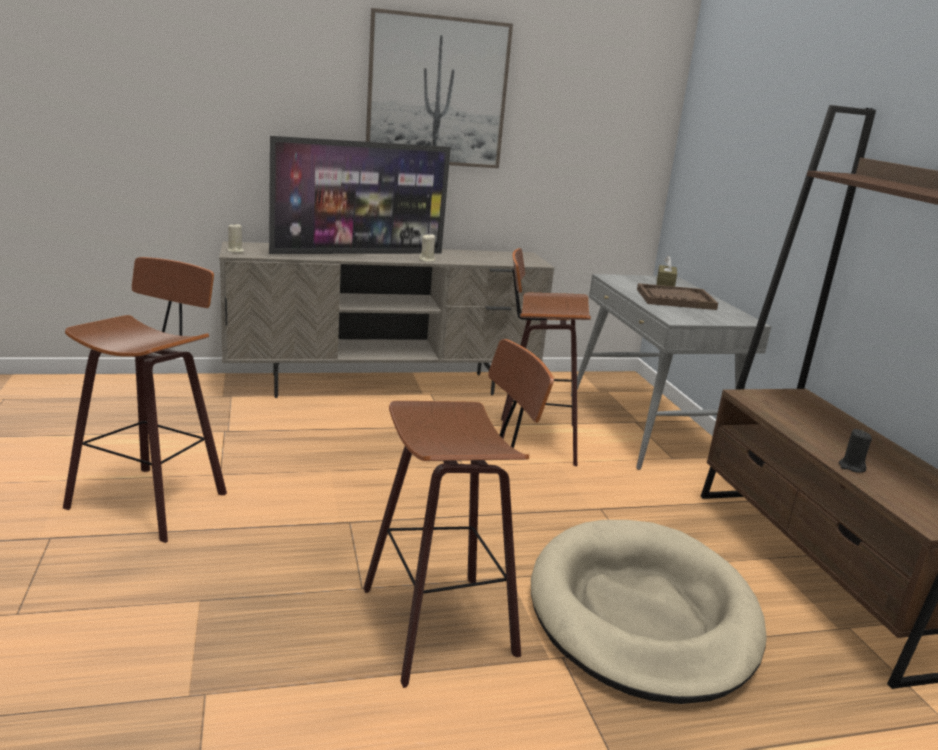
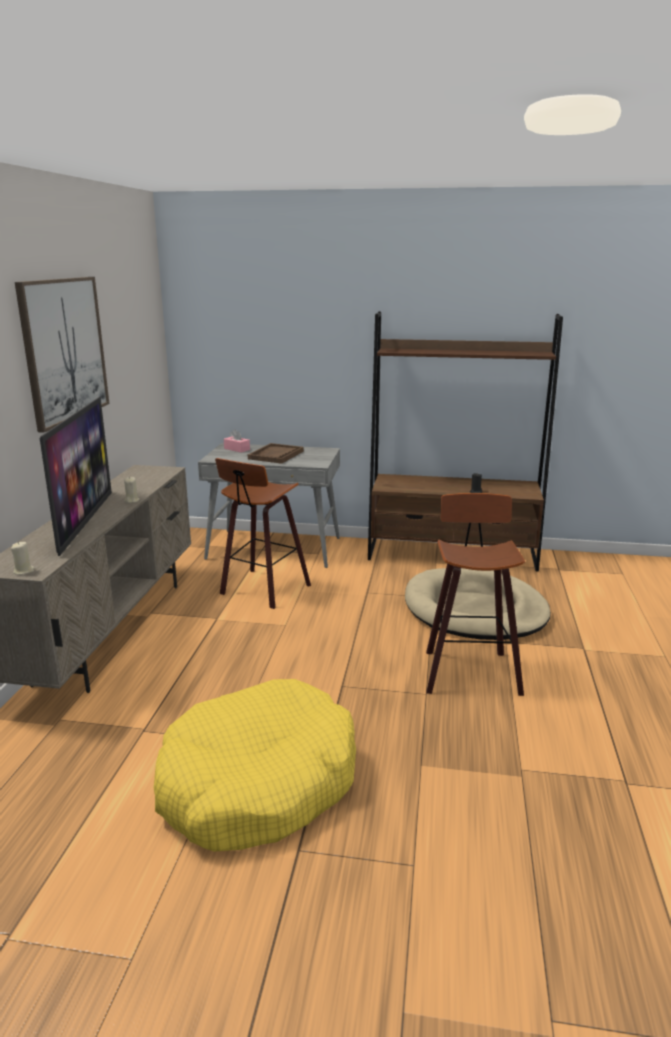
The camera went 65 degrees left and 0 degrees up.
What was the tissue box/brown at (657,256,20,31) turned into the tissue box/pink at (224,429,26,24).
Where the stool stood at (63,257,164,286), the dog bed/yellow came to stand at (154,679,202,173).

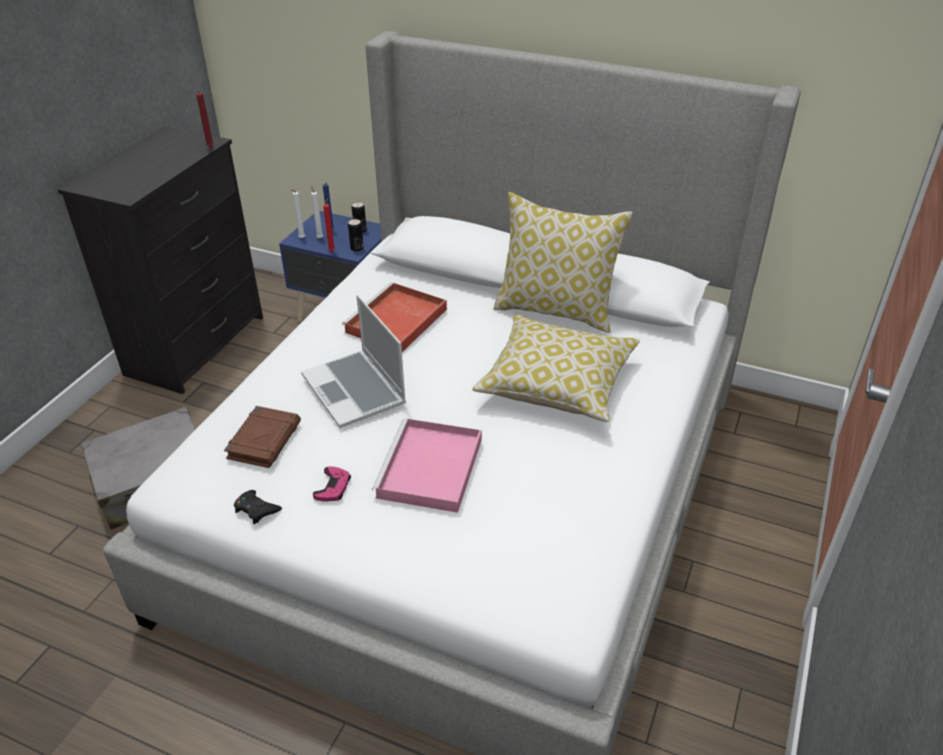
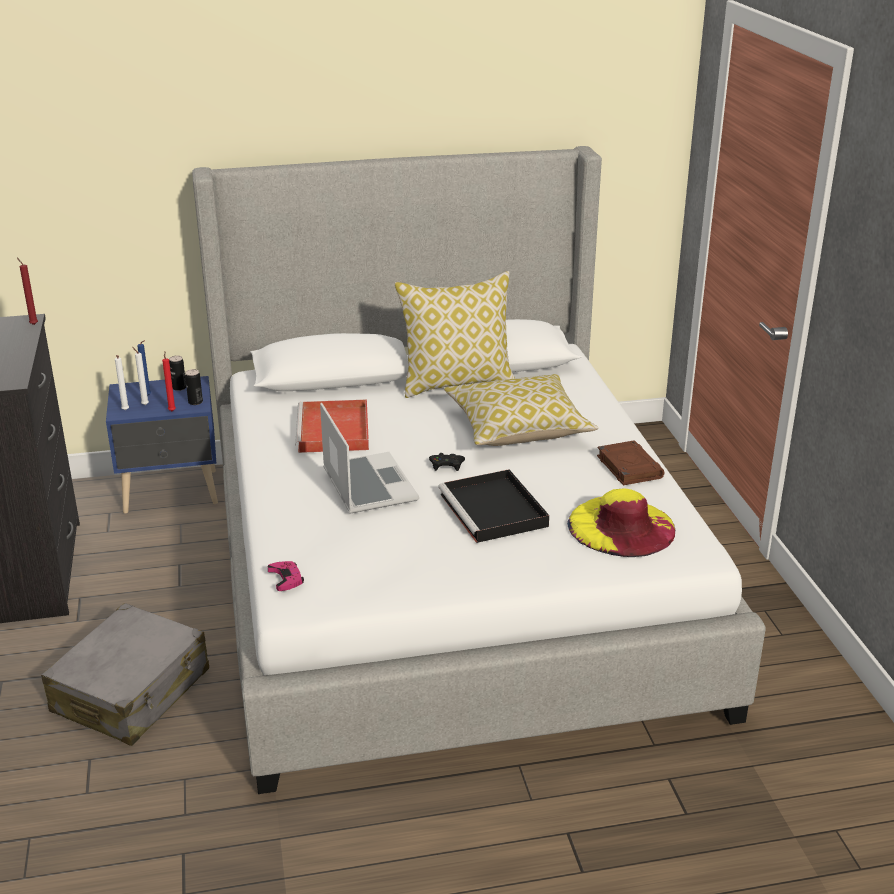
The camera went 35 degrees left and 10 degrees down.
The laptop at (301,295,105,133) ended up facing another way, 135 degrees counterclockwise from before.
The book/brown ended up elsewhere, having gone from (224,406,77,62) to (597,440,67,45).
What was the tray/pink at (372,419,110,94) turned into the tray/black at (438,469,111,74).
The game controller/pink ended up elsewhere, having gone from (313,466,38,36) to (268,561,36,30).
The game controller/black ended up elsewhere, having gone from (234,490,48,34) to (429,453,36,18).
The second view gained the hat/yellow at (567,488,109,69).

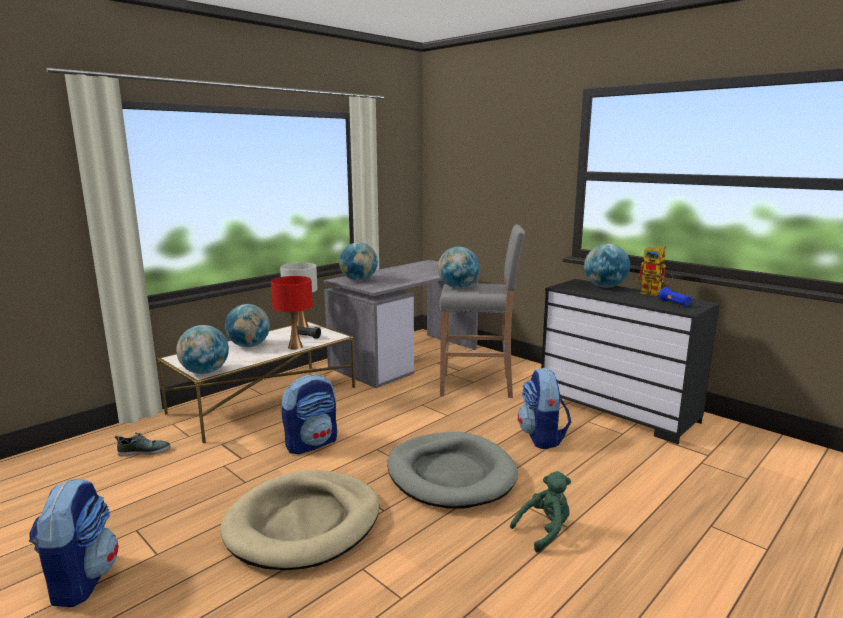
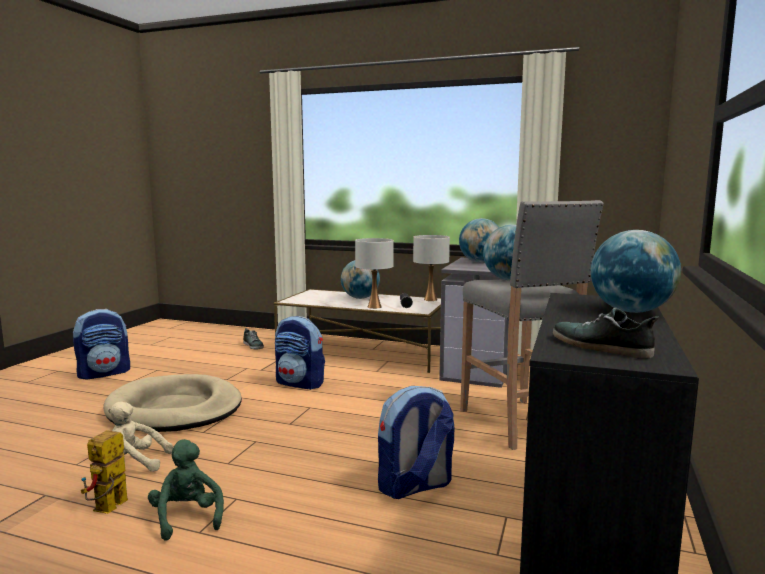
The camera went 65 degrees right and 5 degrees down.
The toy robot ended up elsewhere, having gone from (636,246,37,50) to (81,430,47,84).
What was the table lamp/red at (271,276,42,74) turned into the table lamp/white at (355,238,39,71).
Where the flashlight/blue stood at (658,287,34,19), the shoe came to stand at (553,308,106,51).
The second view lost the globe at (176,325,53,49).
The second view lost the dog bed/grey at (387,432,131,77).
The plush toy/green at (510,471,61,81) ended up facing another way, 150 degrees counterclockwise from before.
The second view gained the plush toy/beige at (108,402,65,70).

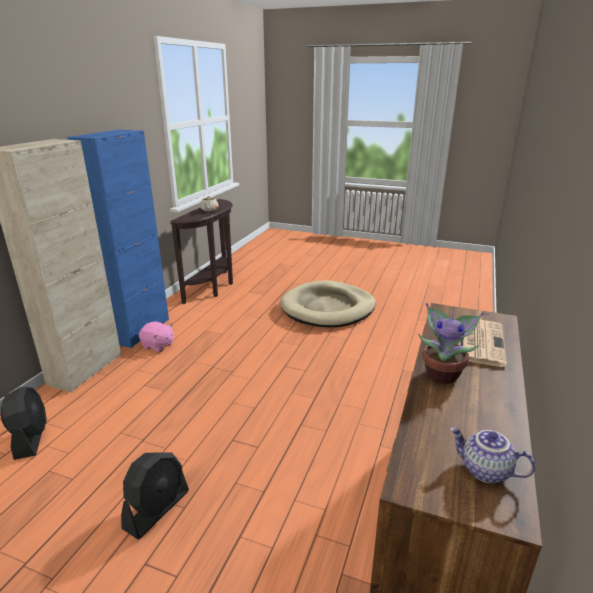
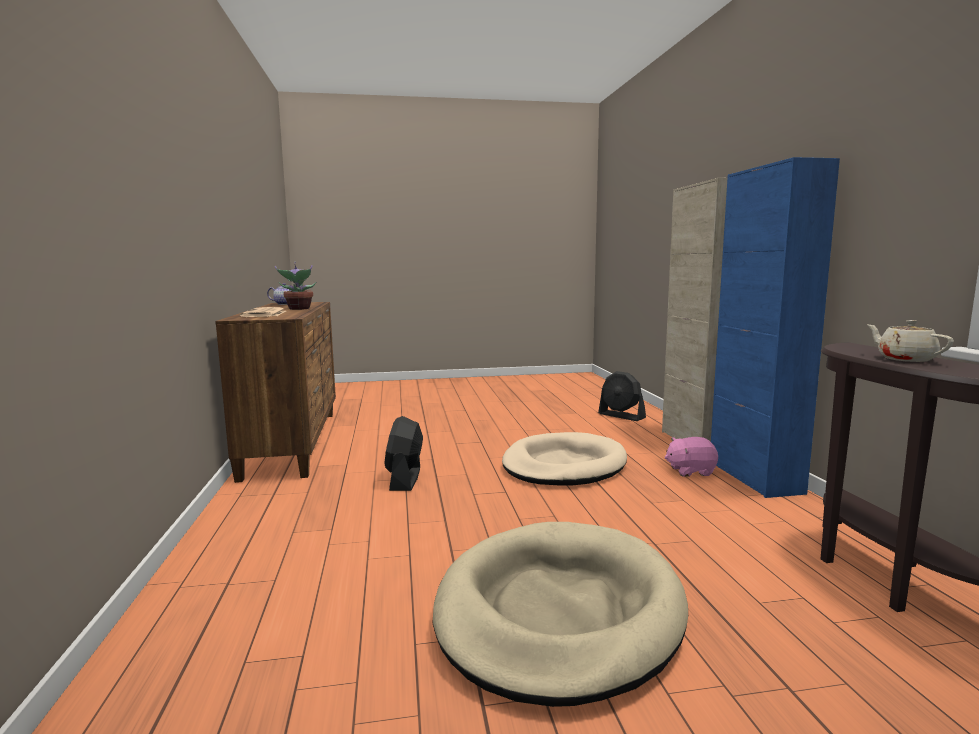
The camera went 150 degrees right and 15 degrees down.
The fan/black ended up elsewhere, having gone from (121,452,68,87) to (384,416,39,75).
The second view gained the dog bed/beige at (502,432,125,53).

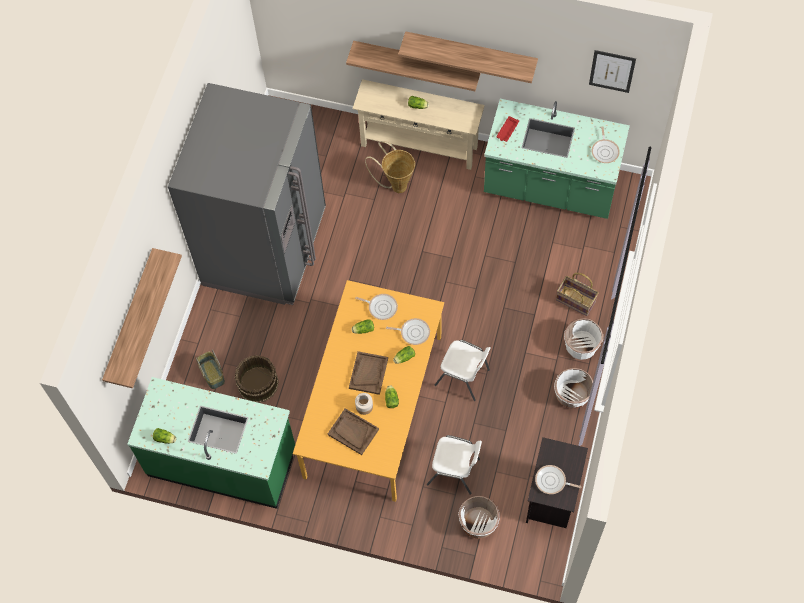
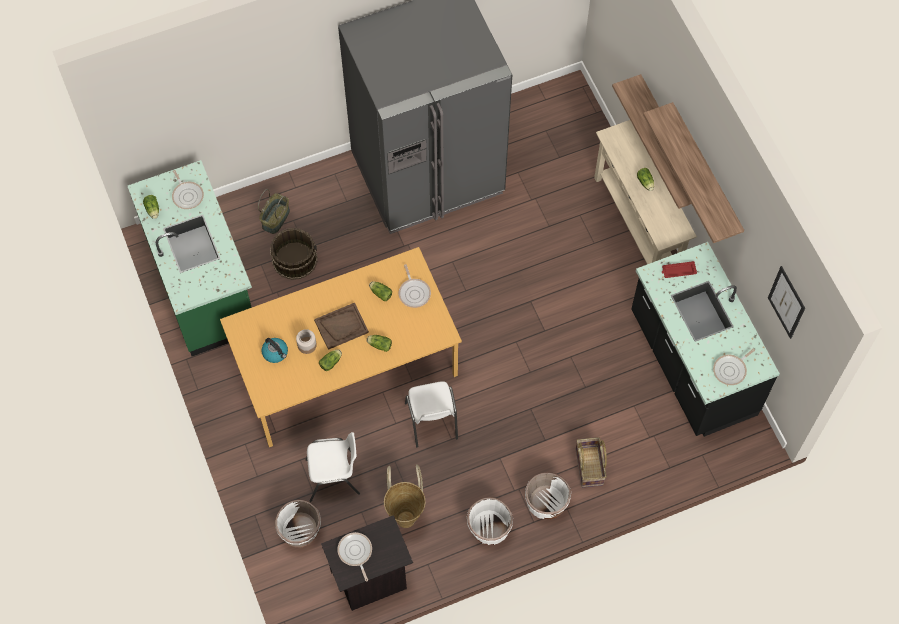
The camera went 50 degrees right and 0 degrees up.
What was the counter/green at (484,99,146,120) turned into the counter/black at (631,242,149,195).
The basket ended up elsewhere, having gone from (365,141,50,52) to (384,464,42,64).
The second view lost the shelf at (102,248,80,141).
The frying pan ended up elsewhere, having gone from (386,318,44,27) to (172,170,32,39).
Where the tray/brown stood at (328,408,51,47), the kettle came to stand at (261,338,27,25).
The chair/white at (427,435,55,60) ended up facing another way, 75 degrees counterclockwise from before.

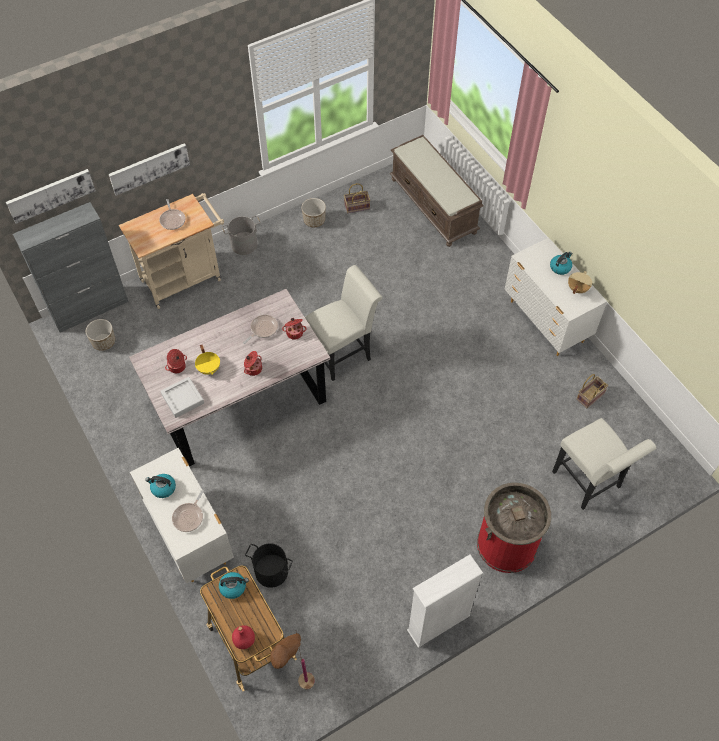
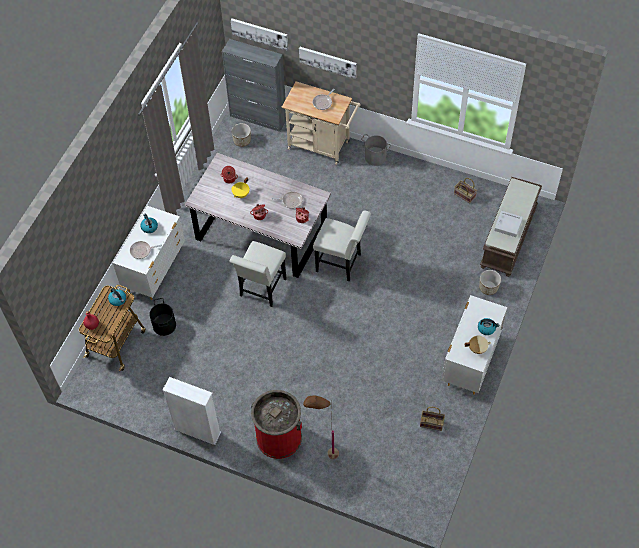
The camera went 55 degrees right and 0 degrees up.
The planter ended up elsewhere, having gone from (301,198,25,29) to (479,270,22,25).
The tray/grey ended up elsewhere, having gone from (161,377,43,41) to (494,211,29,26).
The chair/white ended up elsewhere, having gone from (552,418,104,92) to (229,241,58,66).
The floor lamp/brown ended up elsewhere, having gone from (270,632,45,58) to (303,395,36,64).

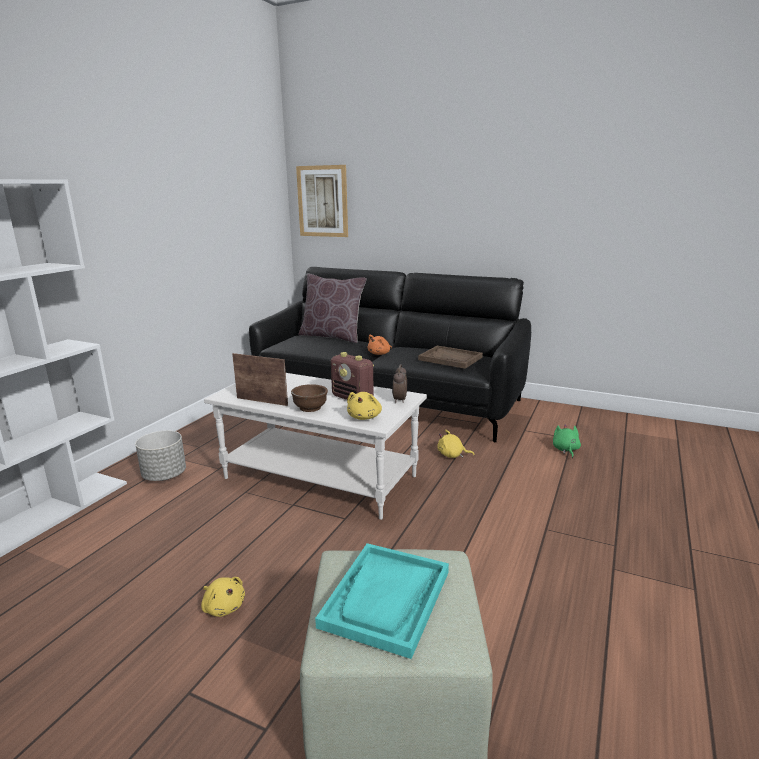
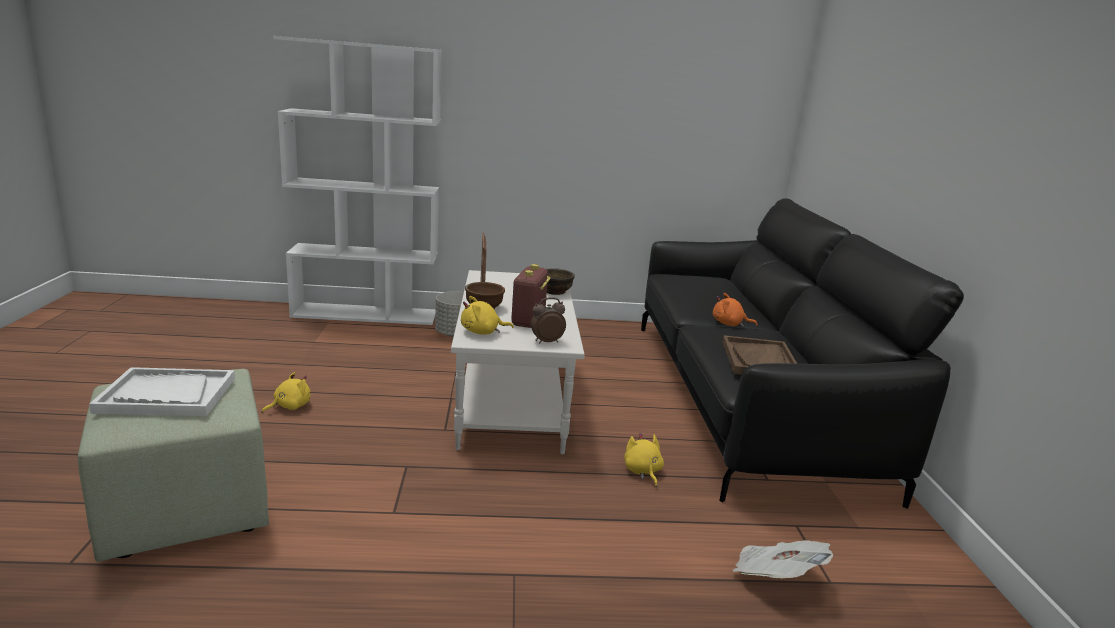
The camera went 60 degrees right and 0 degrees up.
The second view lost the picture at (296,165,52,72).
The second view lost the pillow/brown at (298,274,69,69).
Where the plush toy/green stood at (553,424,28,34), the newspaper came to stand at (733,540,100,38).
What was the tray/turquoise at (315,543,134,116) turned into the tray/white at (89,367,146,49).
The plush toy/yellow at (201,577,44,40) ended up facing another way, 150 degrees counterclockwise from before.
The second view gained the bowl/brown at (546,268,29,27).

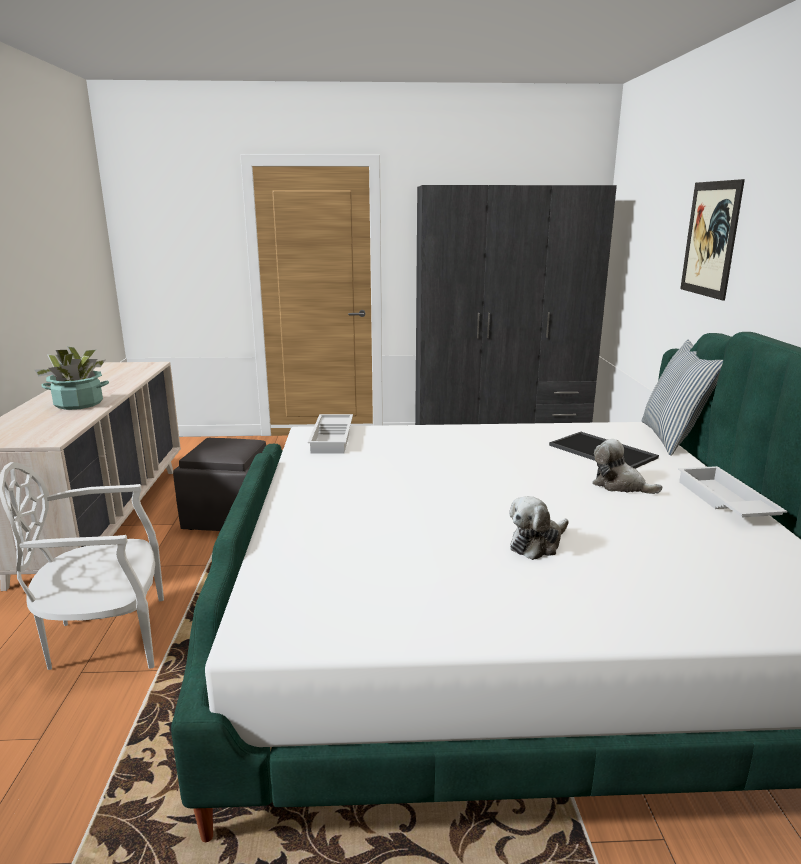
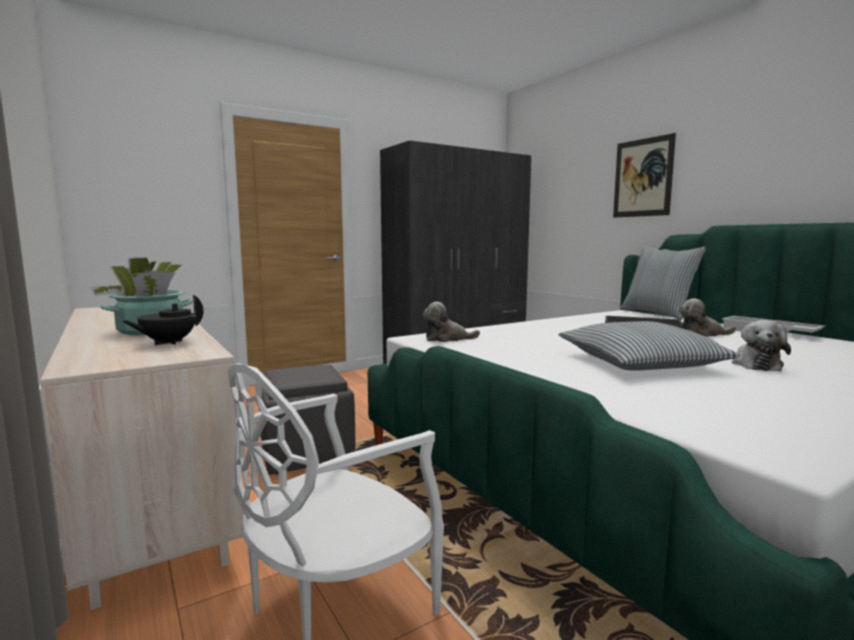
The camera went 30 degrees left and 10 degrees down.
Where the tray/white stood at (308,414,45,40), the plush toy came to stand at (422,302,58,40).
The second view gained the teapot/black at (122,295,82,50).
The second view gained the pillow at (559,321,181,50).

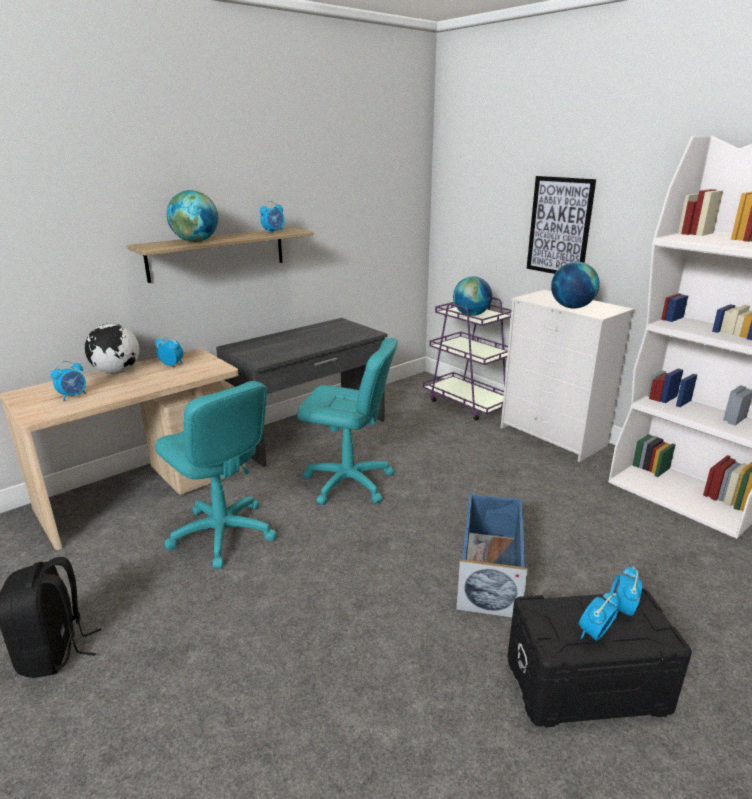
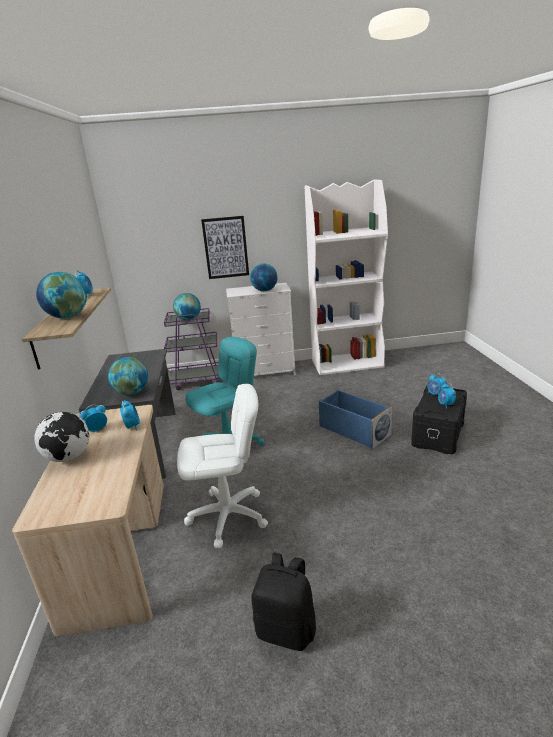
The camera went 55 degrees left and 0 degrees up.
The alarm clock ended up elsewhere, having gone from (51,361,36,40) to (120,400,20,31).
What was the office chair/turquoise at (155,381,122,188) turned into the office chair/white at (177,384,91,164).
The second view gained the globe at (108,357,40,38).

